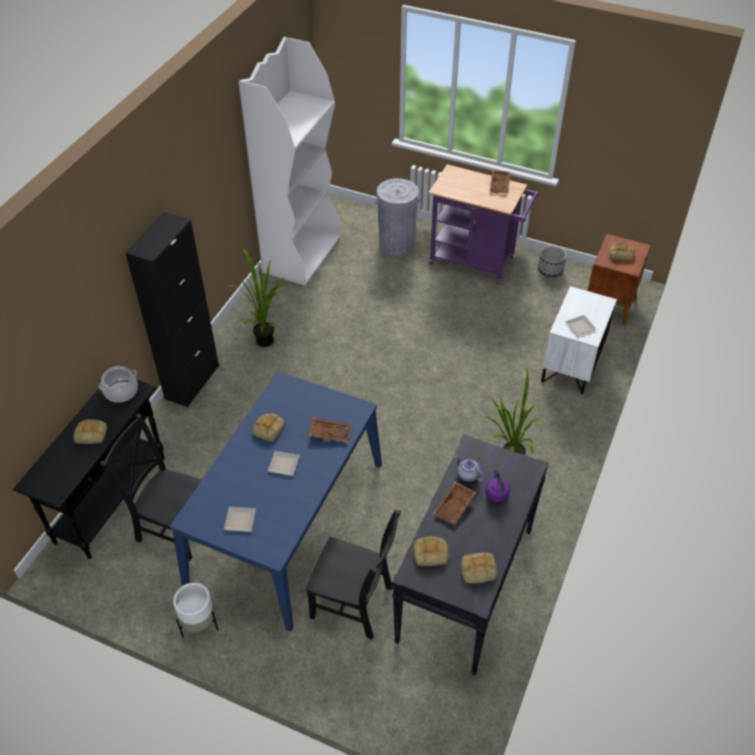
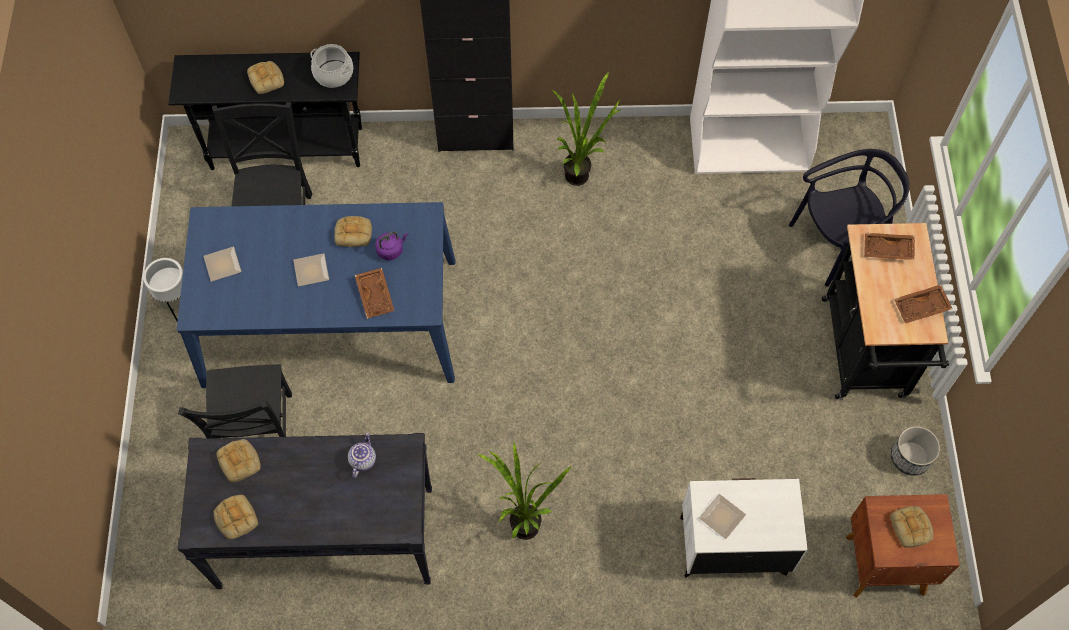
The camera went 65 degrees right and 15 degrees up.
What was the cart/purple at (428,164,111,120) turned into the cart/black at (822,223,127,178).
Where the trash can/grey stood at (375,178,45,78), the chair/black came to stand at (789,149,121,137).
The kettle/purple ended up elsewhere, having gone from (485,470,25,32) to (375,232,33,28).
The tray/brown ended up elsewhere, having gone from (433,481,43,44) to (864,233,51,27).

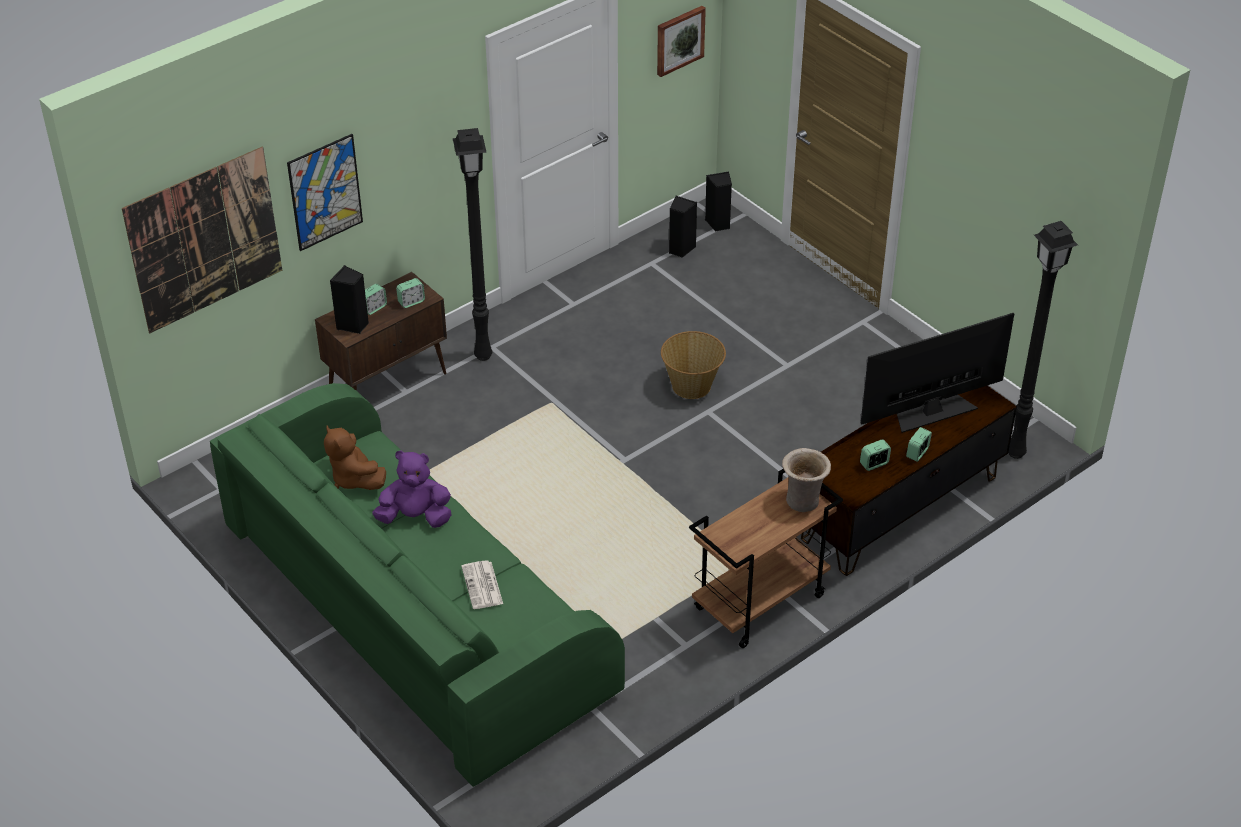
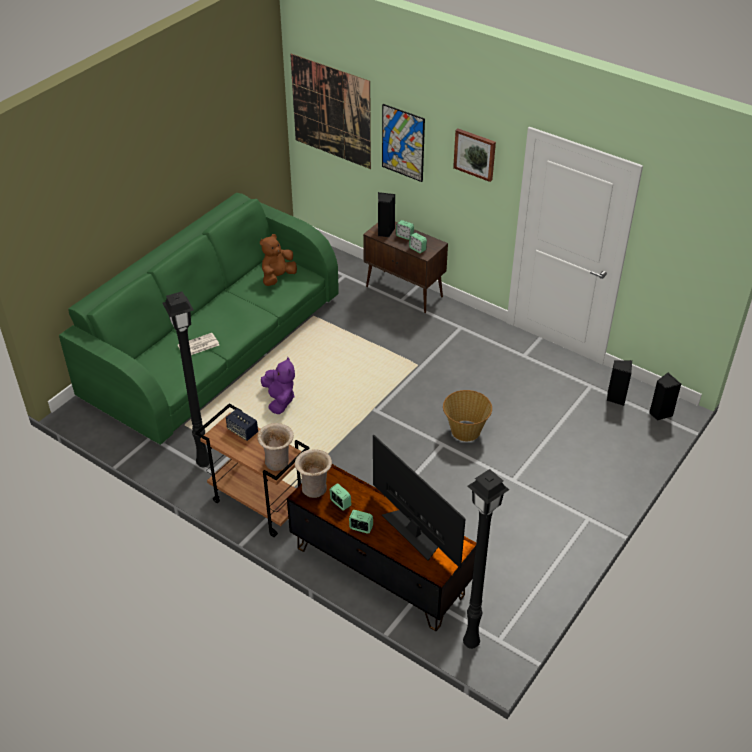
The camera went 75 degrees right and 0 degrees up.
The picture ended up elsewhere, having gone from (657,6,49,71) to (453,129,43,53).
The floor lamp/black ended up elsewhere, having gone from (453,128,39,233) to (163,292,47,175).
The plush toy/purple ended up elsewhere, having gone from (372,451,80,77) to (261,357,34,57).
The second view gained the speaker at (226,409,32,32).
The second view gained the vase/beige at (295,449,37,49).

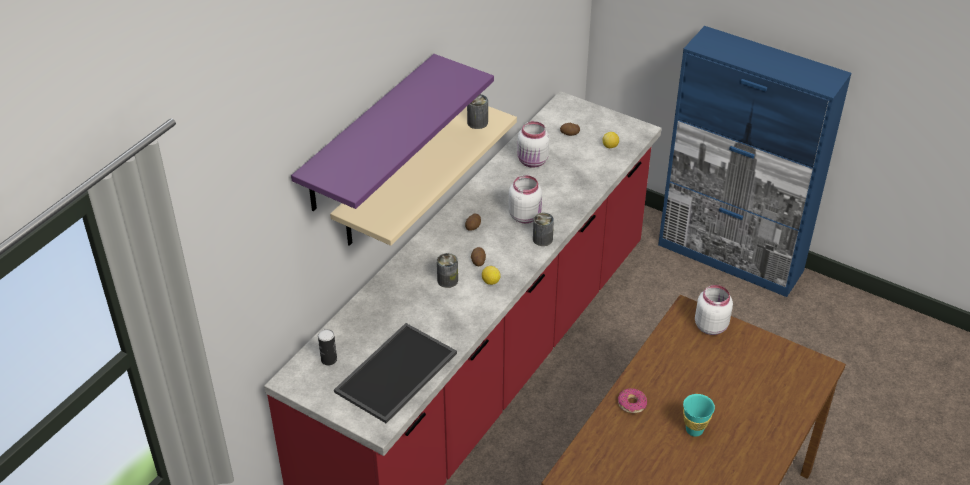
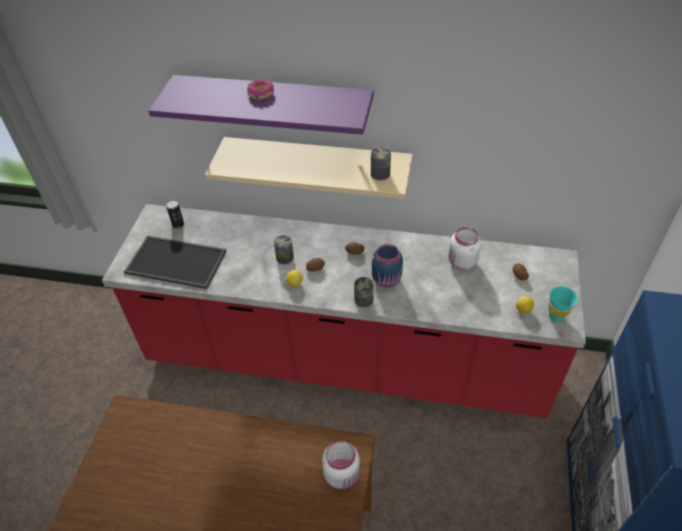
The camera went 70 degrees right and 5 degrees up.
What was the jar/white at (509,175,33,48) turned into the jar/blue at (372,244,31,43).
The donut ended up elsewhere, having gone from (618,388,29,25) to (247,80,27,20).
The cup/turquoise ended up elsewhere, having gone from (683,394,32,43) to (549,286,29,36).

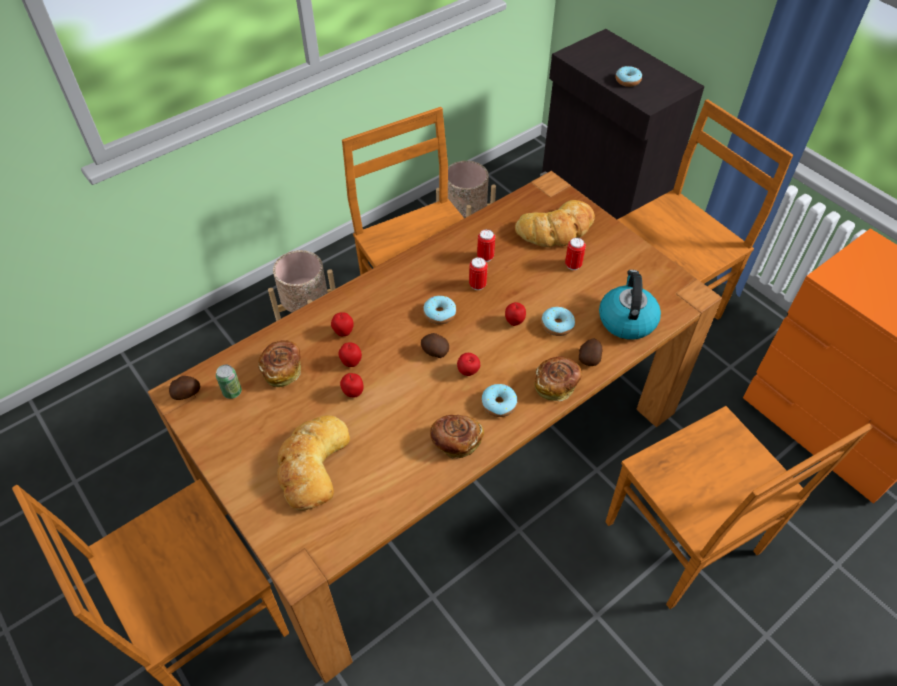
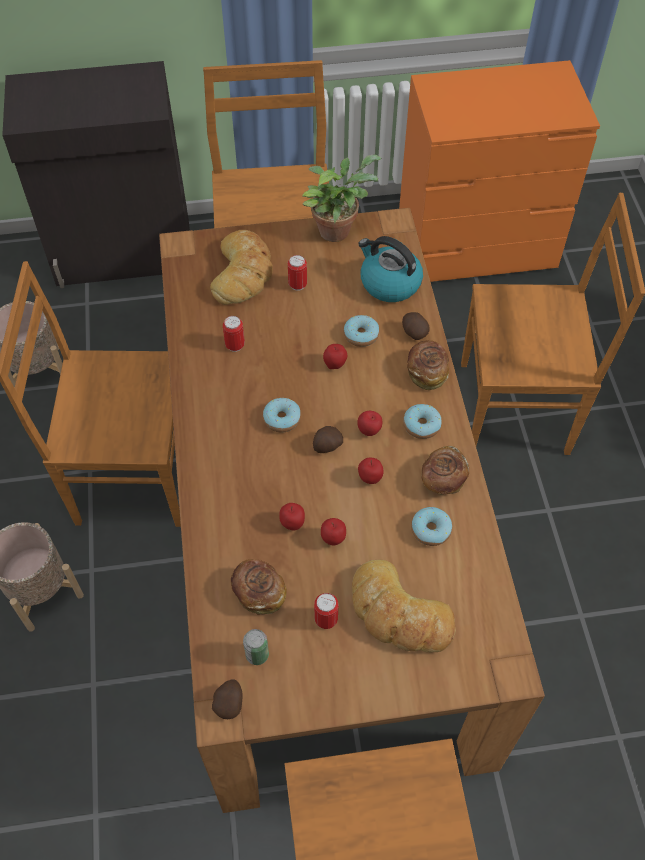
The camera went 60 degrees left and 5 degrees up.
The donut ended up elsewhere, having gone from (615,66,27,21) to (411,507,41,39).
The can ended up elsewhere, having gone from (469,257,19,33) to (314,593,24,36).
The apple ended up elsewhere, having gone from (331,312,23,24) to (358,458,25,26).
The second view gained the potted plant at (302,155,80,87).

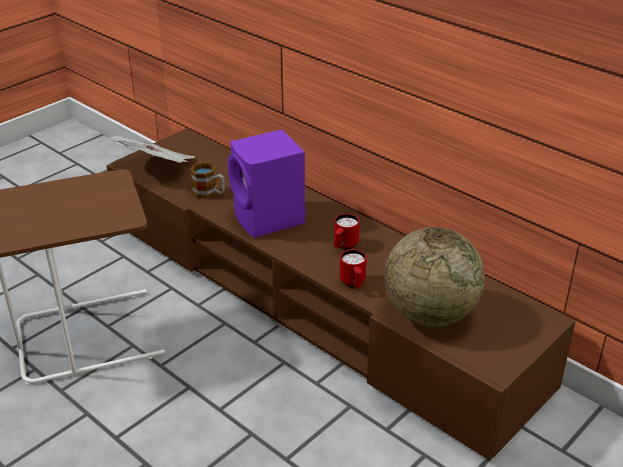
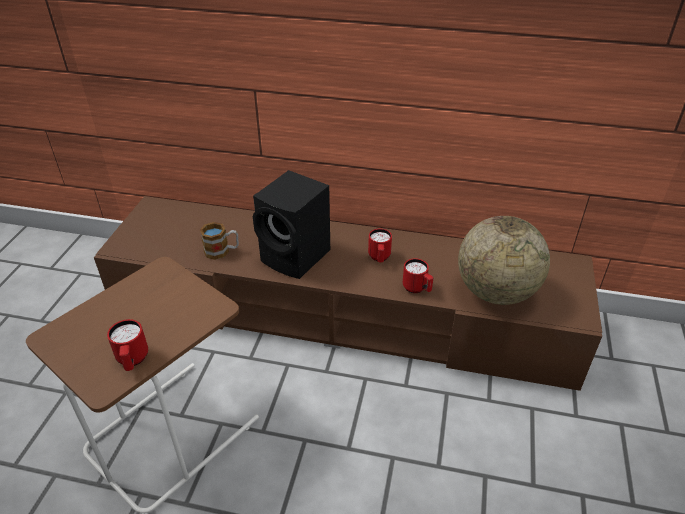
The camera went 30 degrees left and 5 degrees up.
What was the speaker/purple at (228,129,77,109) turned into the speaker/black at (253,170,77,109).
The second view lost the newspaper at (110,136,85,27).
The second view gained the mug/red at (107,319,41,52).

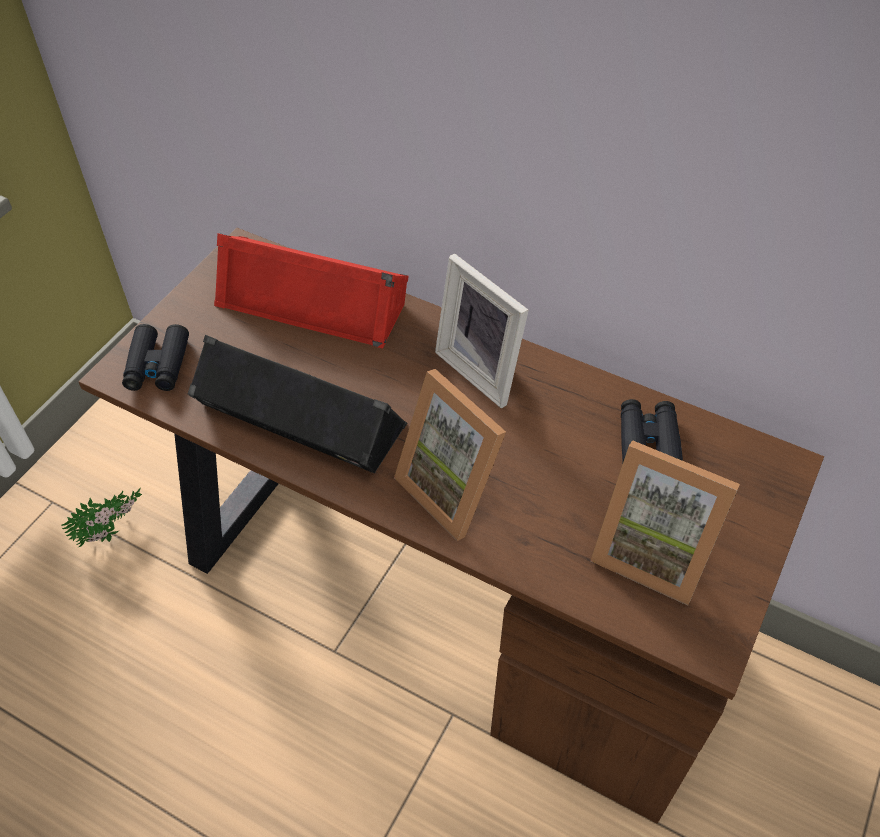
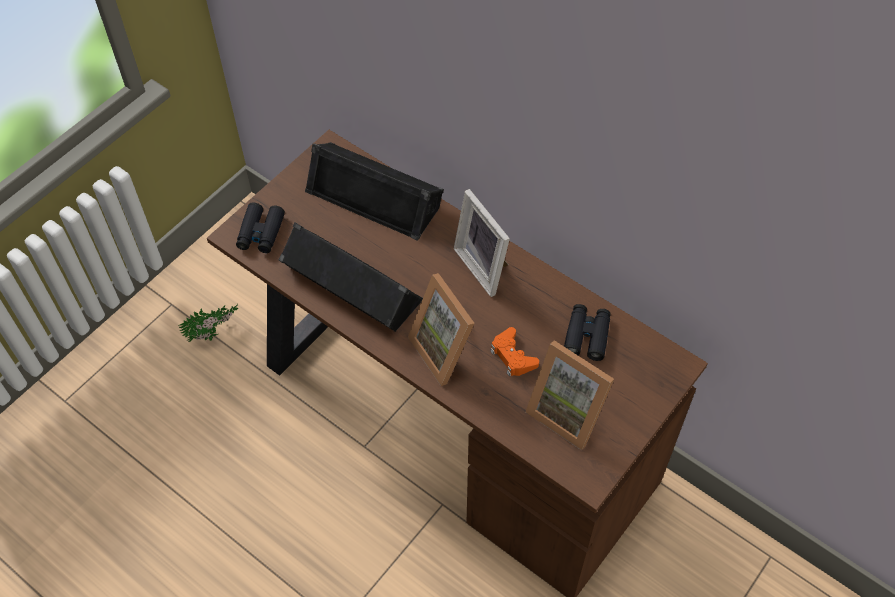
The camera went 10 degrees right and 5 degrees up.
What was the speaker/red at (214,233,195,116) turned into the speaker/black at (305,142,139,99).
The second view gained the game controller/orange at (491,327,48,50).

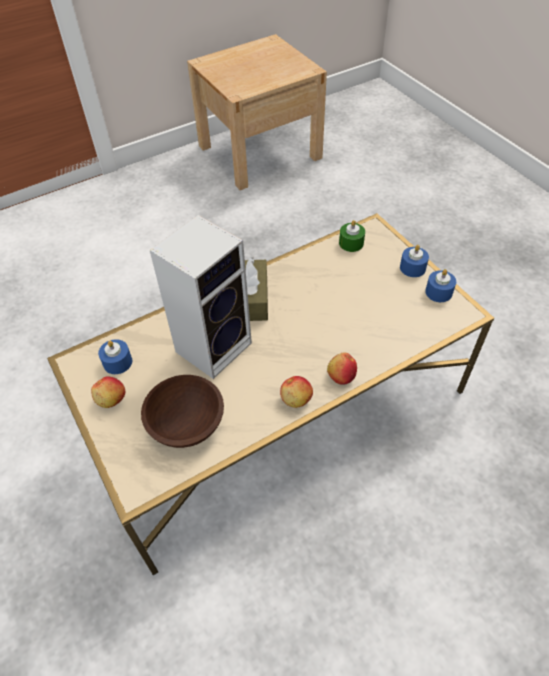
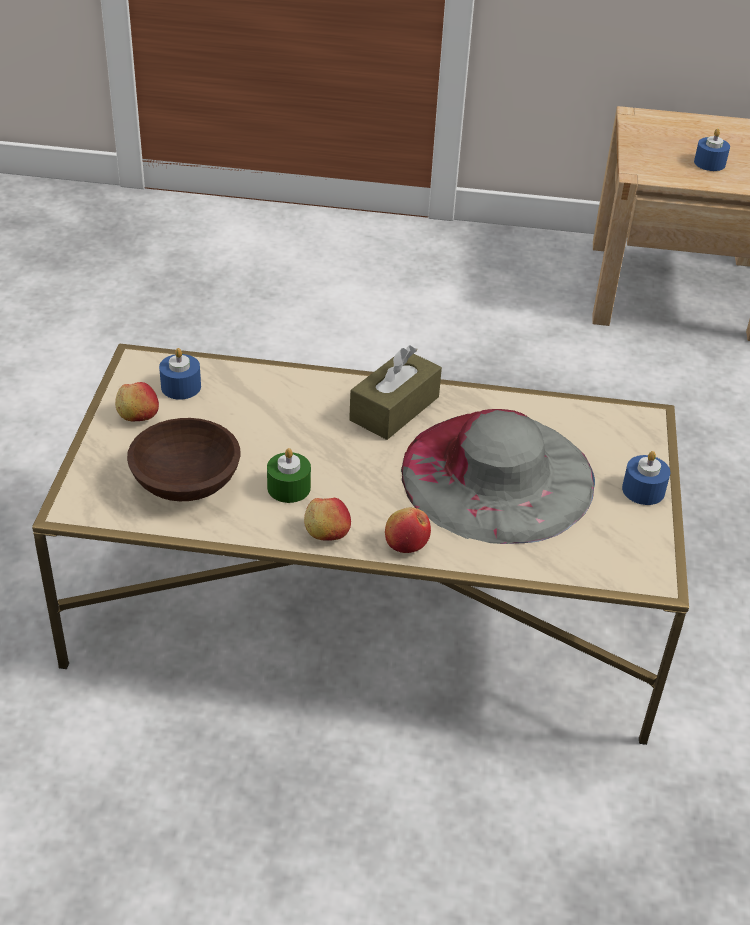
The camera went 35 degrees right and 10 degrees down.
The second view lost the speaker at (150,215,102,164).
The candle/green ended up elsewhere, having gone from (339,220,26,32) to (267,448,44,55).
The candle/blue ended up elsewhere, having gone from (425,269,31,33) to (694,129,36,42).
The second view gained the hat/grey at (401,409,194,135).

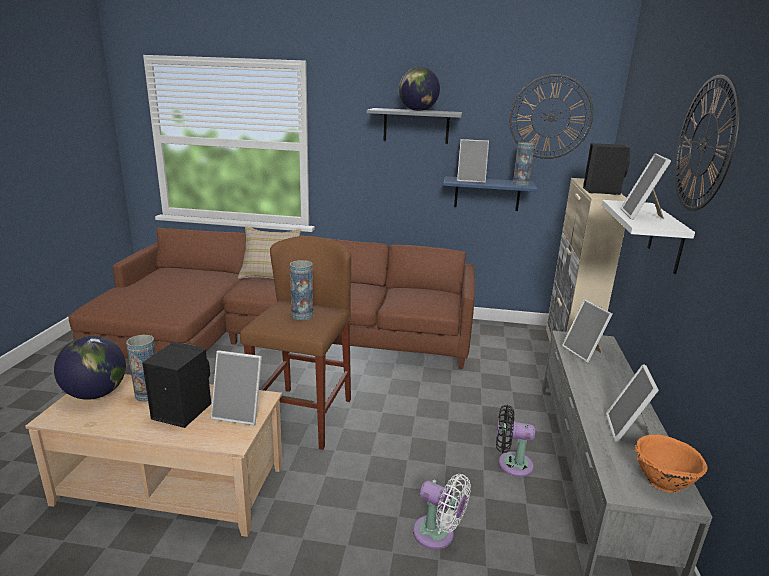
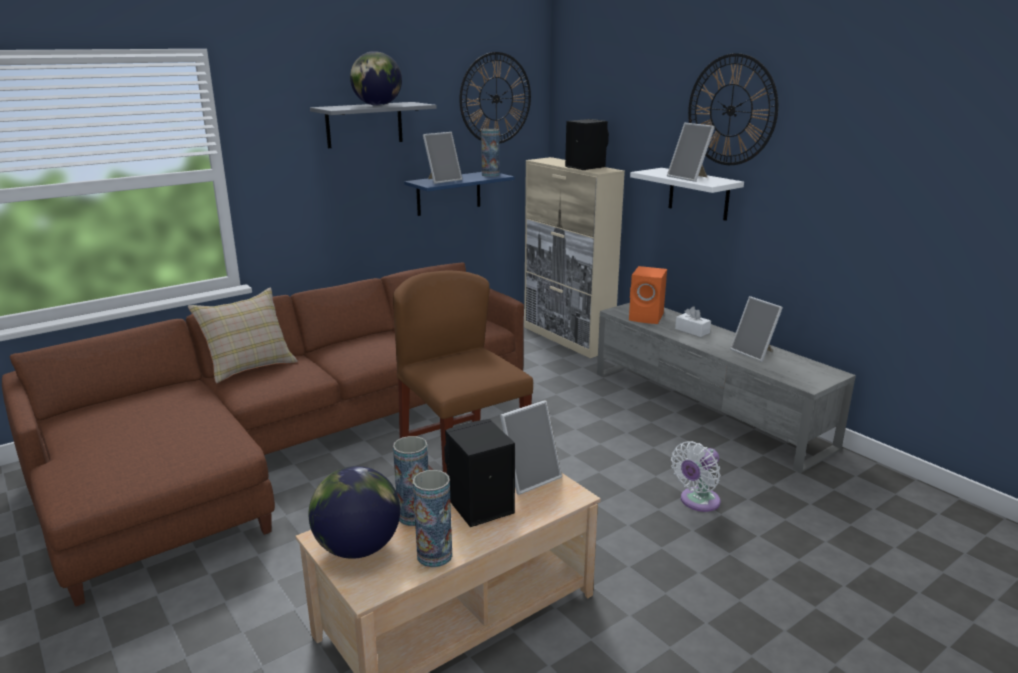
The camera went 45 degrees left and 0 degrees up.
The vase ended up elsewhere, having gone from (290,260,23,60) to (413,470,39,97).
Where the picture frame stood at (562,299,51,64), the speaker/orange came to stand at (629,266,38,58).
The second view lost the fan/black at (496,405,39,72).
The second view lost the bowl/orange at (635,435,73,58).
The fan/white at (413,474,58,75) ended up facing another way, 150 degrees clockwise from before.
The second view gained the tissue box/white at (675,307,36,30).

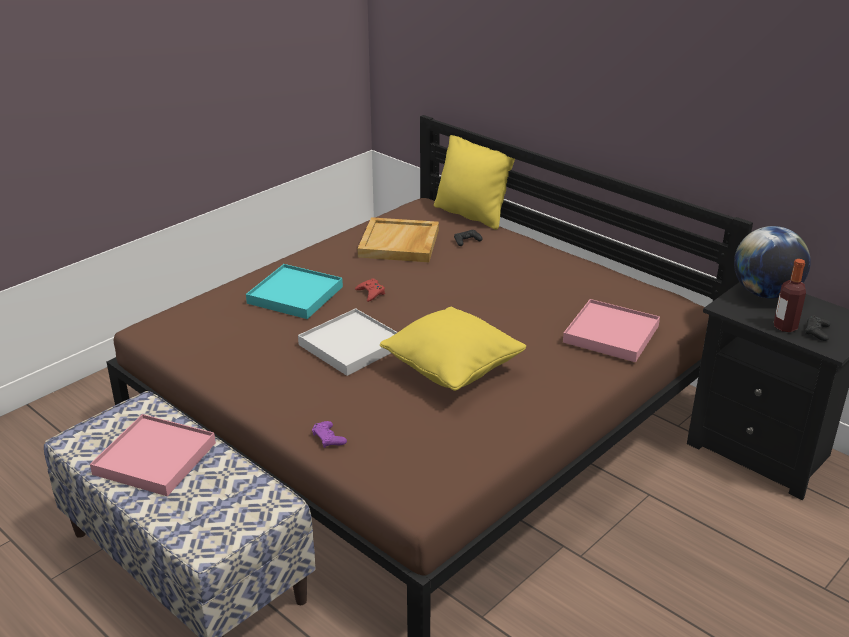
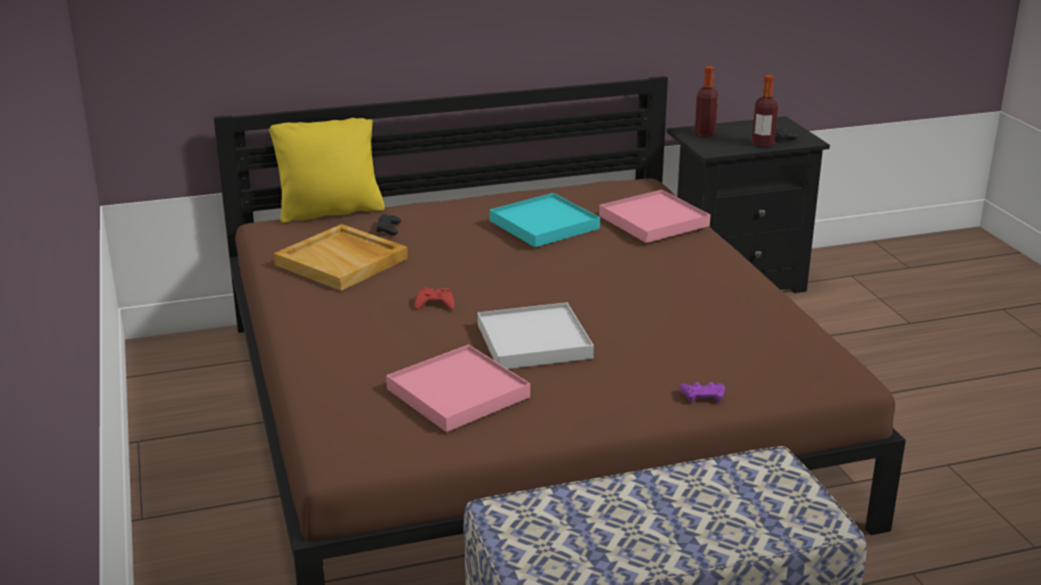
The camera went 60 degrees left and 5 degrees down.
Where the globe stood at (734,226,77,72), the bottle came to stand at (695,66,23,70).
The tray/turquoise ended up elsewhere, having gone from (246,264,97,55) to (489,193,111,54).
The second view lost the pillow/yellow at (380,307,146,84).
The tray/pink ended up elsewhere, having gone from (90,414,126,82) to (386,345,144,87).

